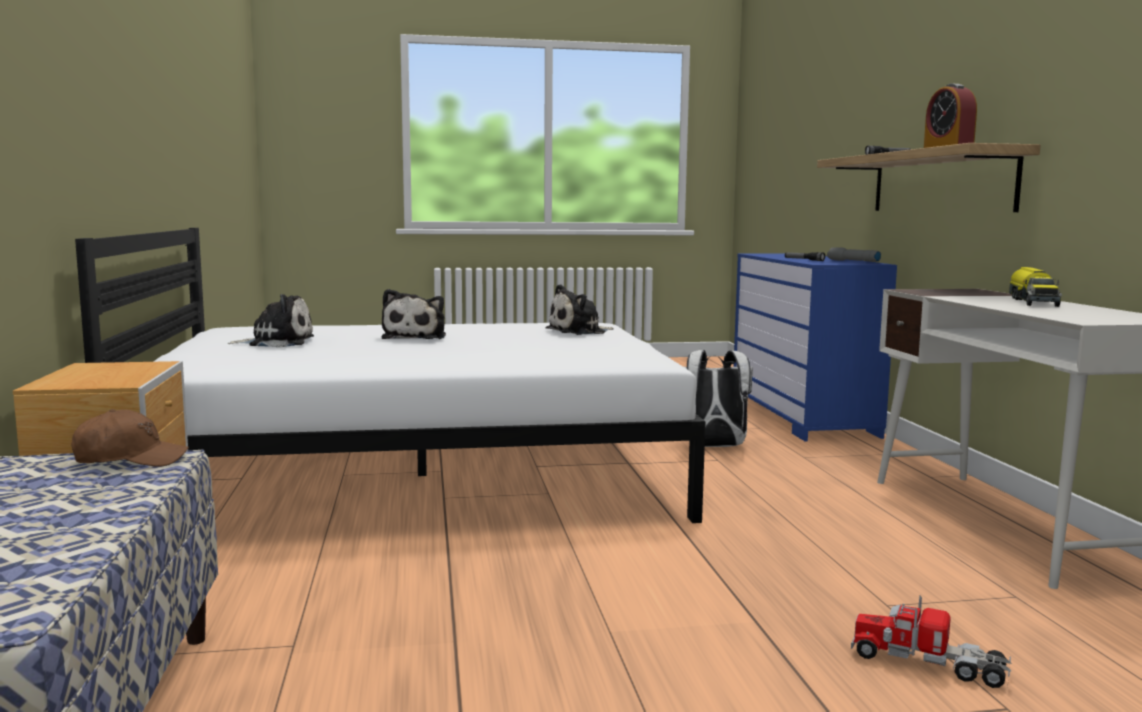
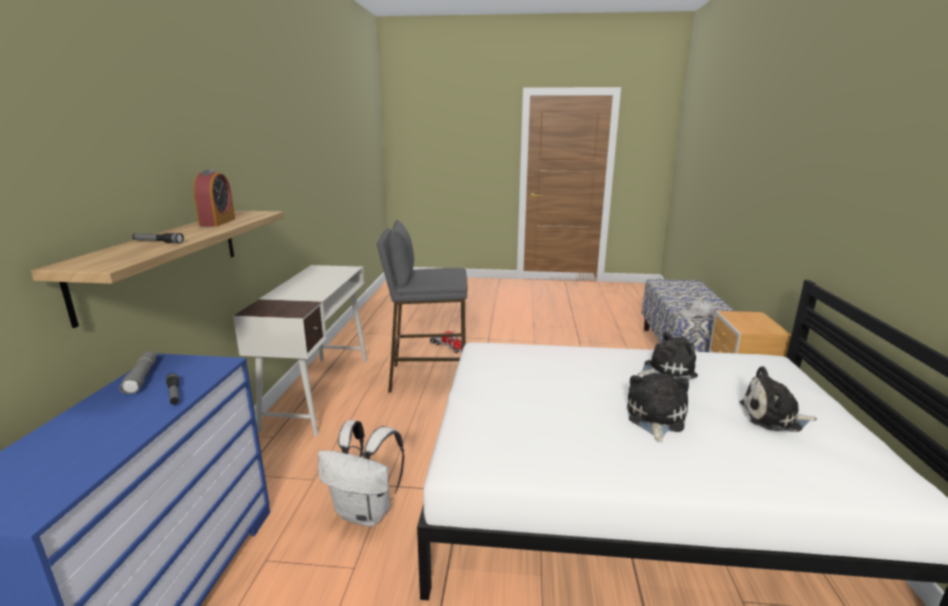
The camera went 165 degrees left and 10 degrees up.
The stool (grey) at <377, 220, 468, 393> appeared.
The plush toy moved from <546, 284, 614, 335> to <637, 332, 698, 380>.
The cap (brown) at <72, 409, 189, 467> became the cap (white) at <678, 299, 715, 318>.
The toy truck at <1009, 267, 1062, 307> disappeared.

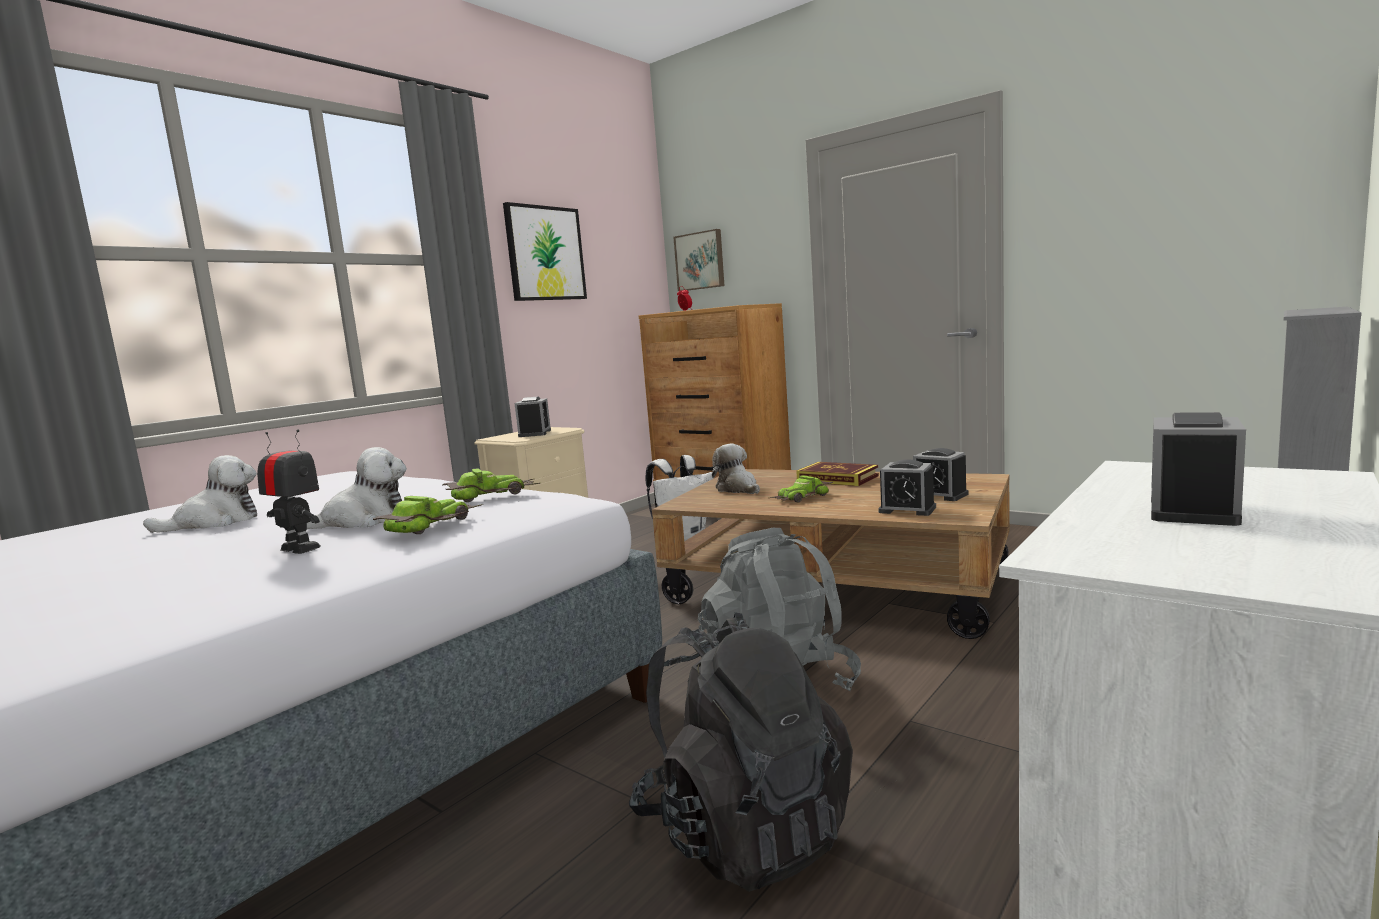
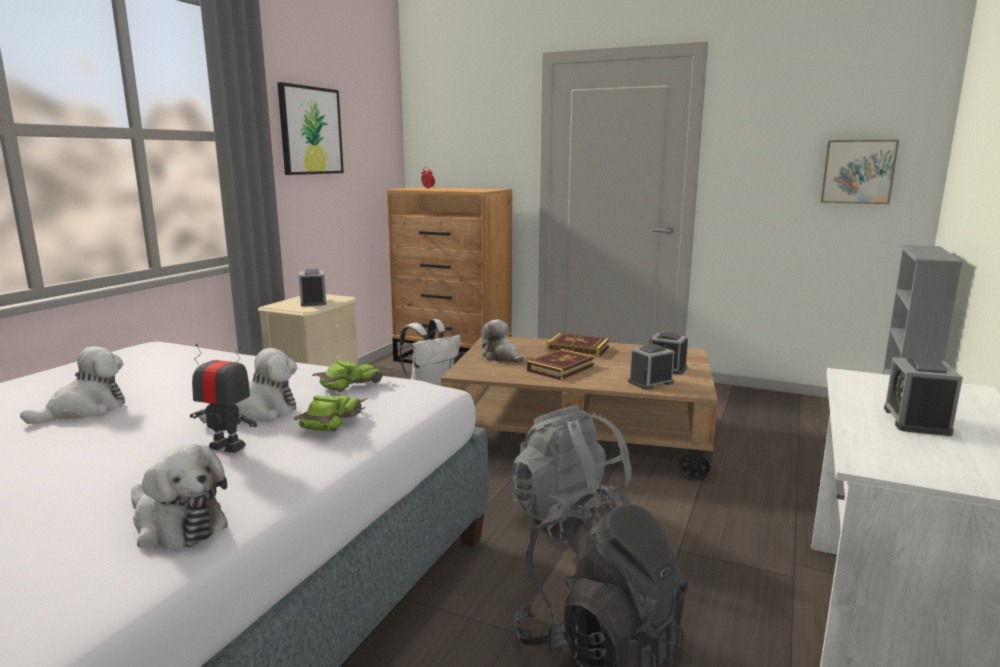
The camera went 15 degrees left and 5 degrees up.
The plush toy at <131, 444, 228, 550> appeared.
The toy car at <770, 475, 833, 503> was replaced by the book at <527, 349, 595, 380>.
The alarm clock at <878, 459, 936, 516> turned 135 degrees clockwise.
The picture moved from <673, 229, 724, 291> to <821, 140, 899, 204>.

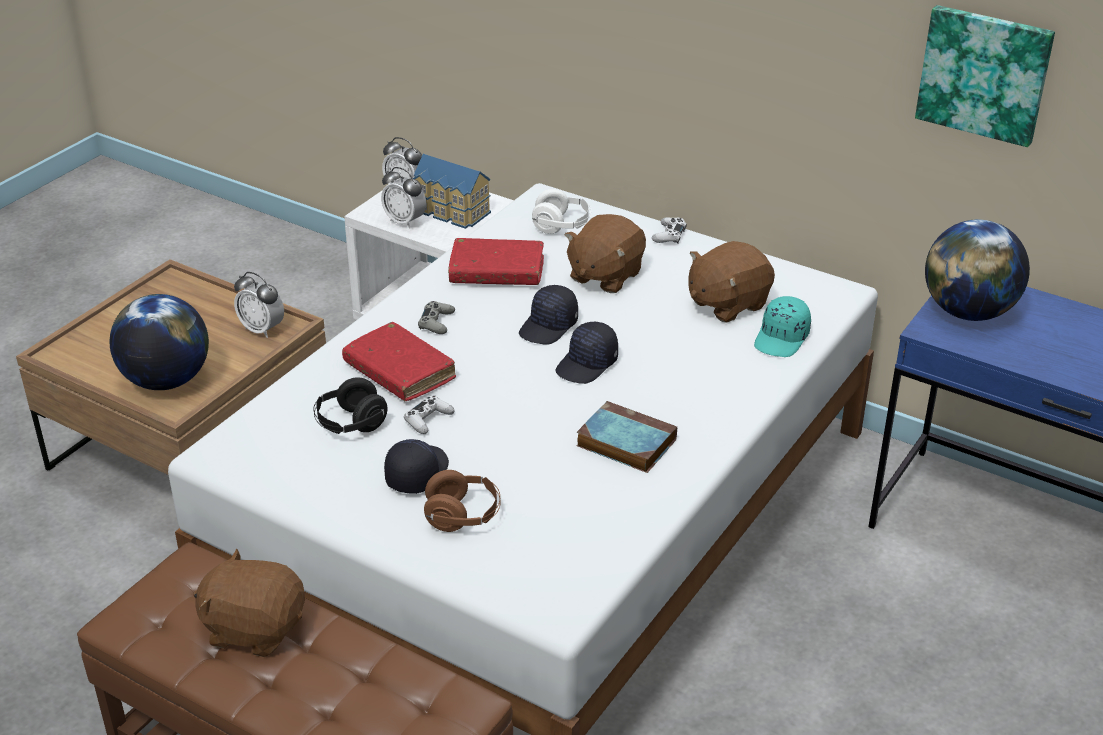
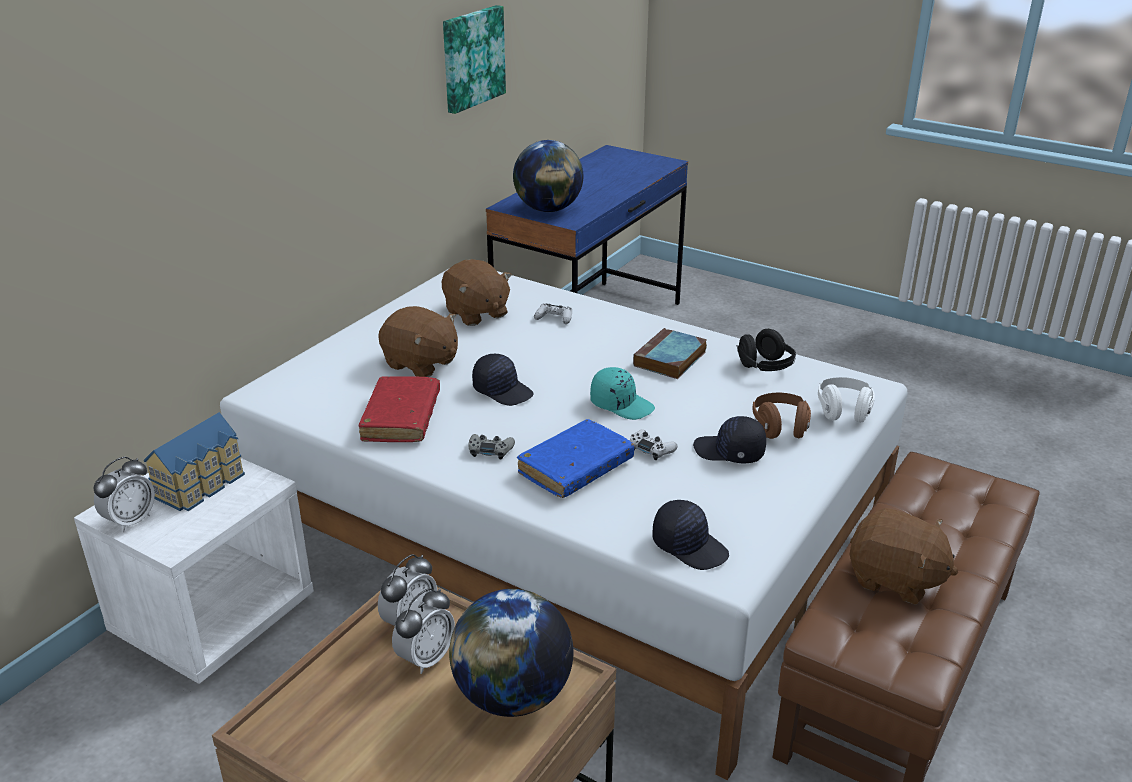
The camera went 90 degrees left and 5 degrees down.
The alarm clock moved from <381, 167, 426, 228> to <392, 588, 455, 674>.
The book (red) at <342, 322, 456, 401> became the book (blue) at <517, 419, 635, 498>.
The game controller (white) moved from <652, 217, 687, 244> to <534, 303, 572, 324>.
The cap (turquoise) moved from <754, 296, 811, 357> to <590, 367, 655, 420>.
The cap (black) moved from <555, 322, 618, 384> to <652, 500, 729, 570>.
The headphones (black) moved from <313, 377, 388, 434> to <736, 329, 796, 371>.
The headphones (white) moved from <532, 189, 591, 234> to <818, 377, 875, 423>.
The plush toy (brown) at <193, 549, 305, 657> turned 75 degrees counterclockwise.

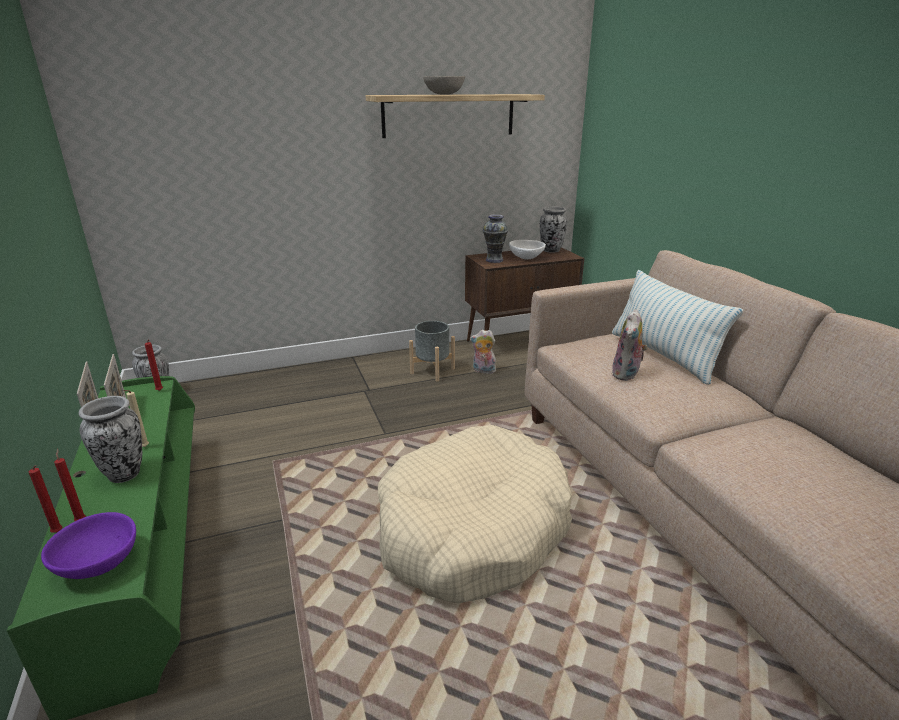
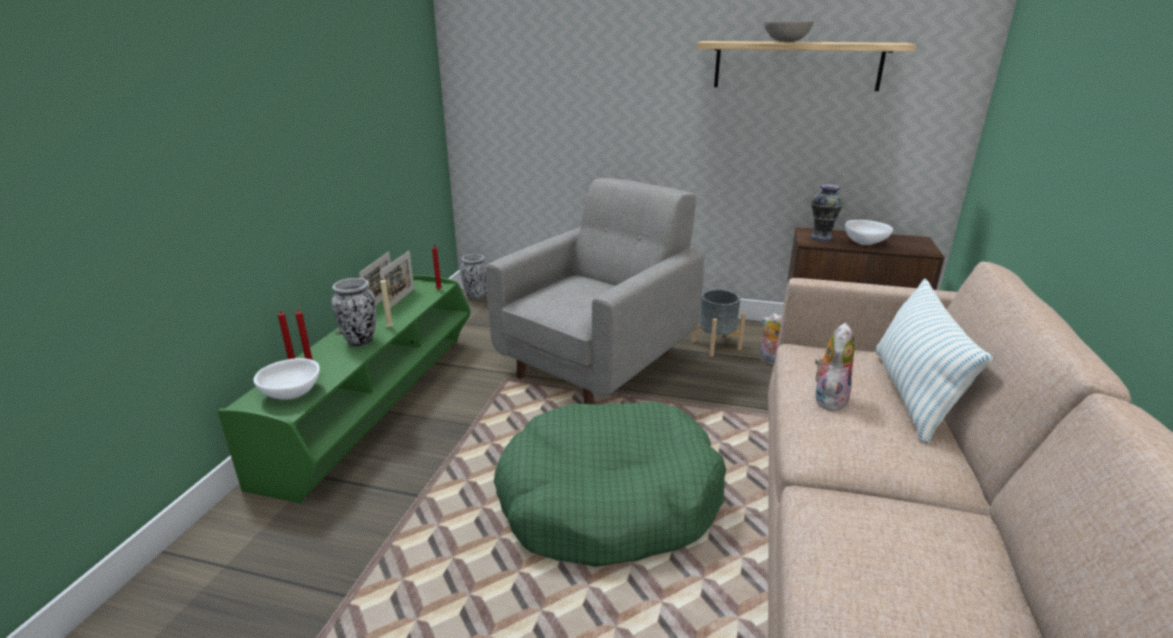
The camera went 35 degrees right and 0 degrees up.
The bowl (purple) at <41, 512, 136, 579> became the bowl (white) at <253, 358, 320, 400>.
The armchair (grey) at <486, 178, 704, 404> appeared.
The dog bed (beige) at <378, 425, 572, 603> became the dog bed (green) at <494, 402, 726, 567>.
The plush toy at <612, 309, 648, 381> turned 150 degrees clockwise.
The vase at <540, 206, 568, 253> disappeared.

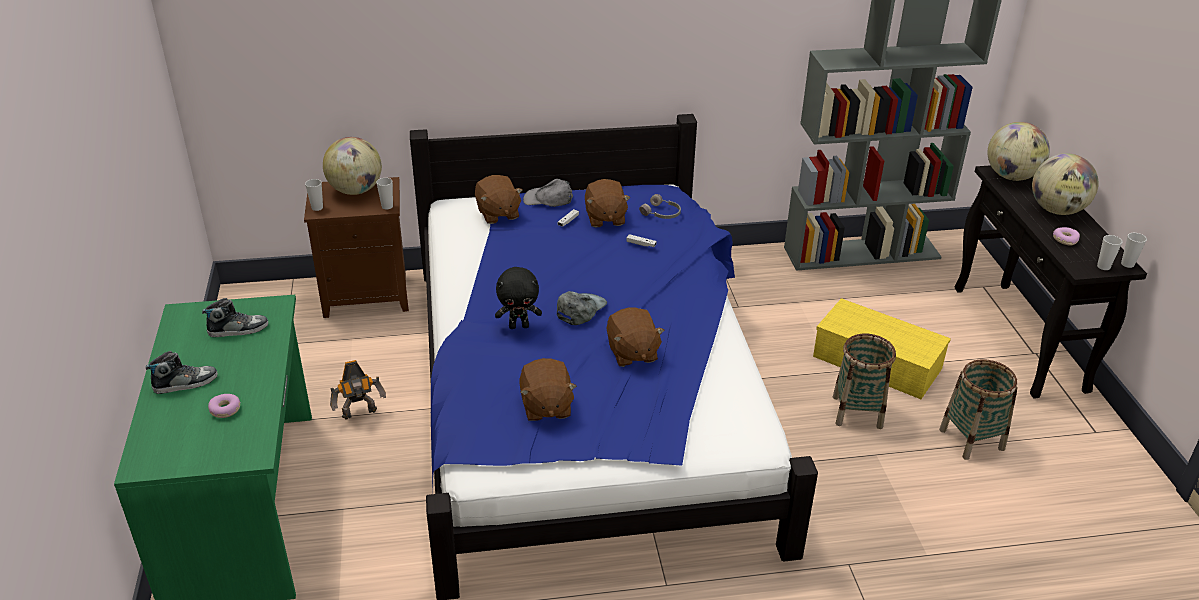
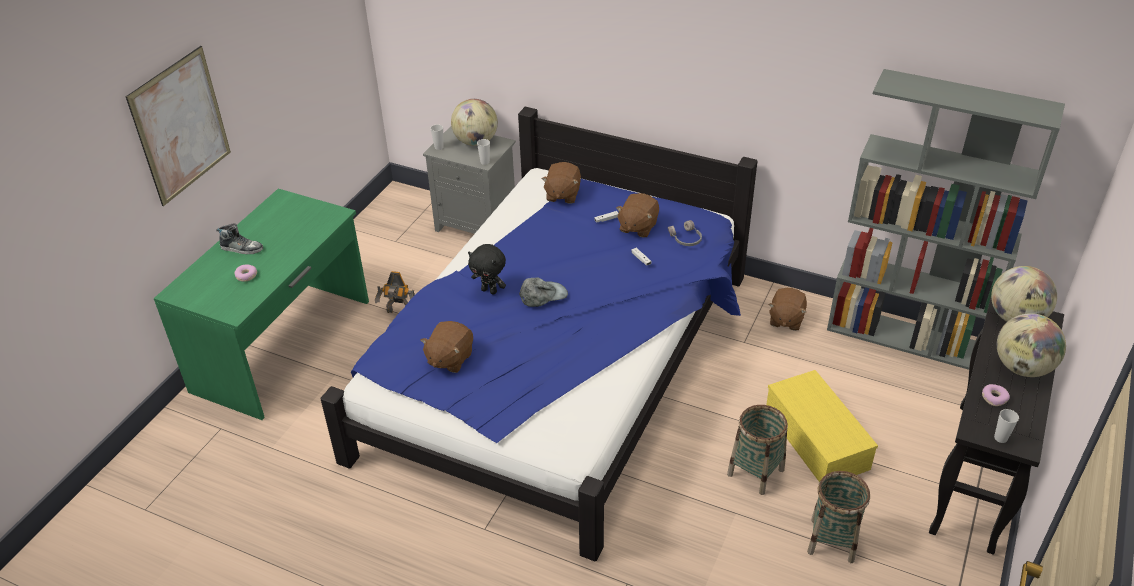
The camera went 35 degrees right and 5 degrees up.
The picture at <126, 46, 231, 206> appeared.
The nightstand (brown) at <304, 177, 409, 318> became the nightstand (grey) at <423, 126, 516, 234>.
The plush toy (brown) moved from <607, 307, 665, 367> to <769, 288, 807, 331>.
The shoe at <202, 298, 268, 337> disappeared.
The cap (grey) at <523, 179, 573, 207> disappeared.
The cup at <1121, 233, 1147, 268> disappeared.

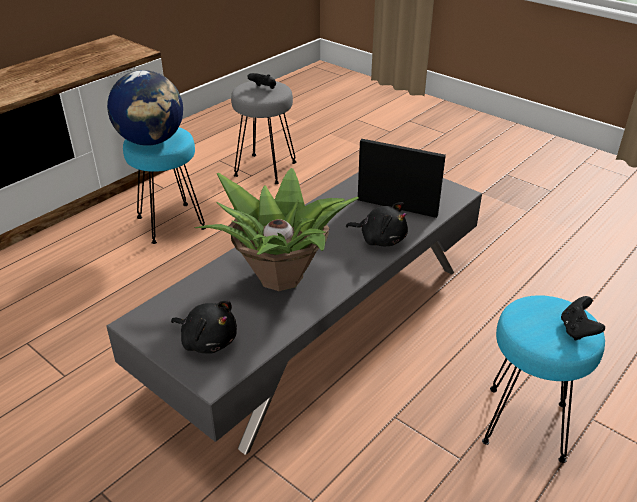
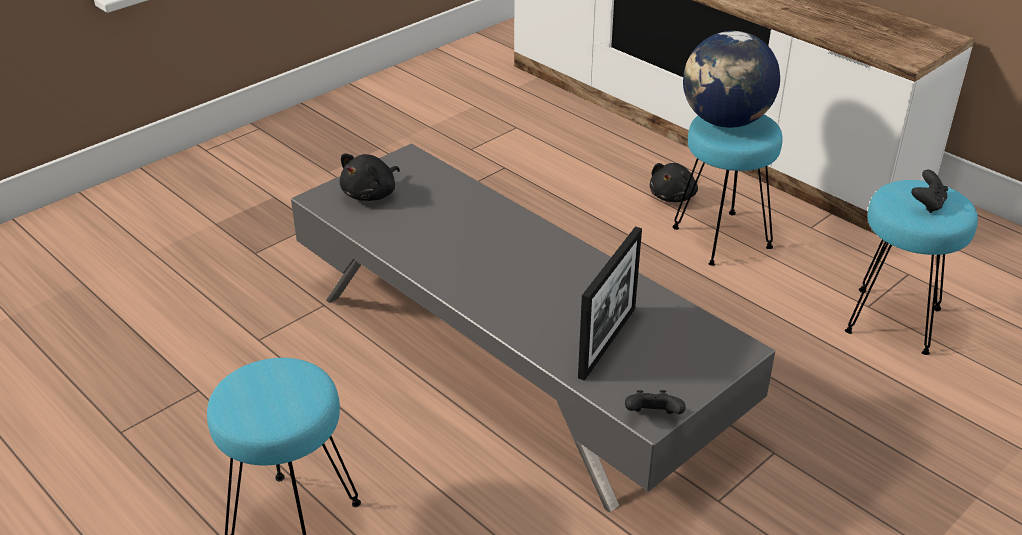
The camera went 95 degrees right and 0 degrees up.
The game controller (black) moved from <561, 296, 605, 341> to <625, 390, 686, 414>.
The plush toy (black) moved from <346, 202, 408, 246> to <649, 163, 698, 202>.
The stool (grey) at <231, 81, 296, 184> became the stool (turquoise) at <845, 180, 978, 355>.
The potted plant at <194, 168, 359, 291> disappeared.

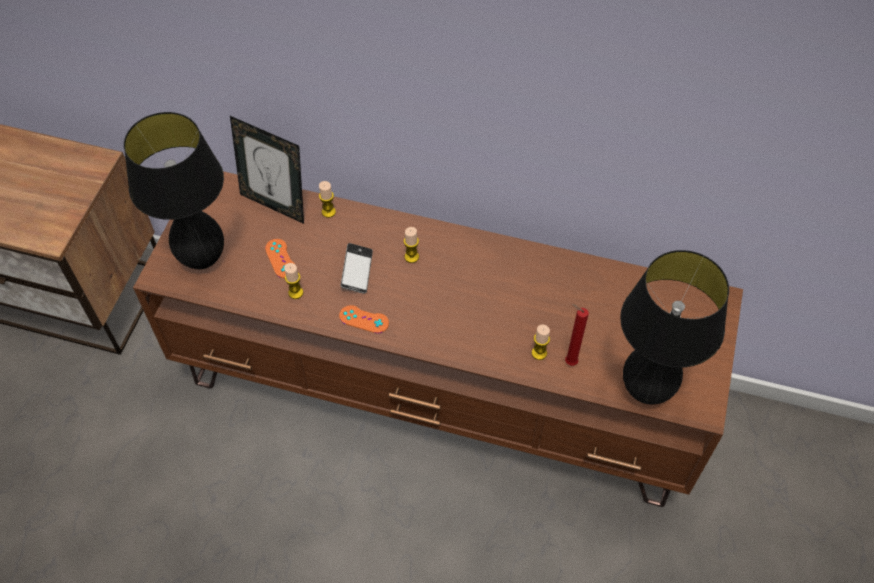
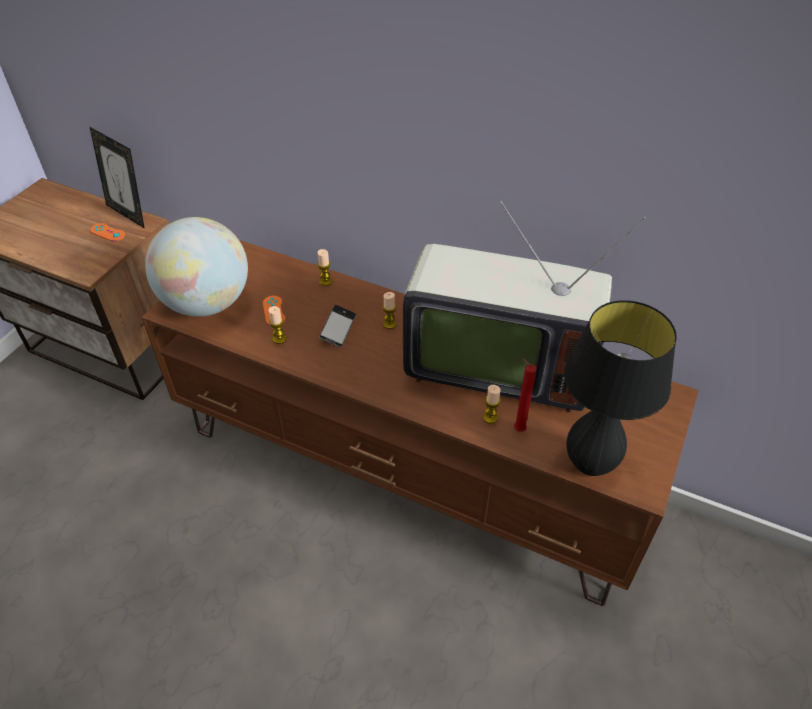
The camera went 10 degrees right and 10 degrees down.
The picture frame moved from <230, 116, 304, 224> to <90, 127, 145, 229>.
The game controller (orange) moved from <339, 305, 389, 333> to <90, 223, 125, 242>.
The table lamp (black) at <124, 112, 224, 269> was replaced by the globe at <145, 217, 248, 317>.
The television at <403, 200, 645, 413> appeared.

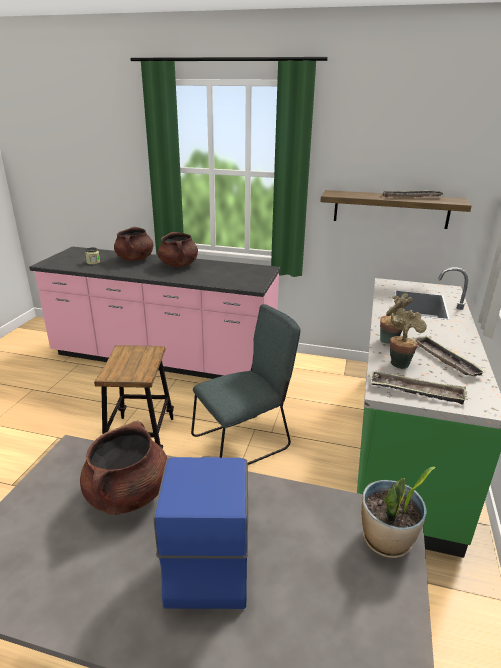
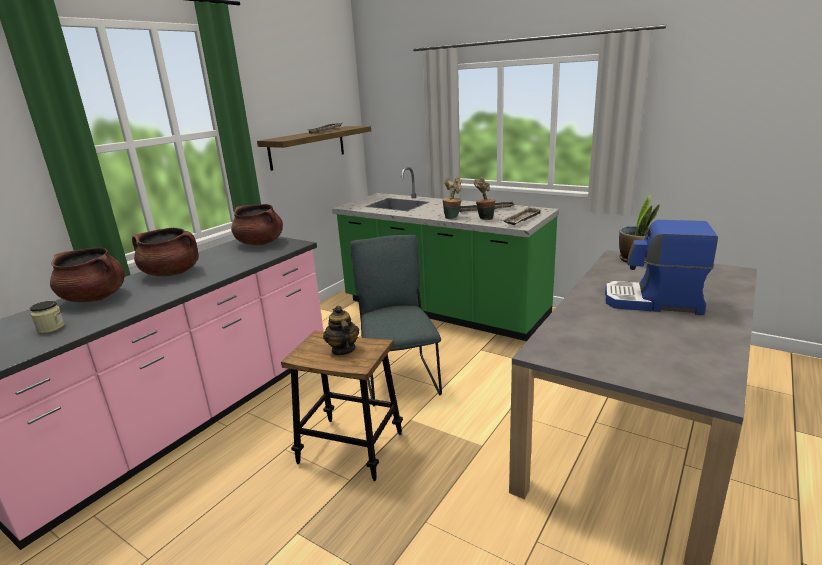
The camera went 70 degrees left and 5 degrees down.
The cooking pot (brown) moved from <80, 420, 167, 515> to <231, 204, 283, 245>.
The teapot at <323, 306, 359, 356> appeared.

